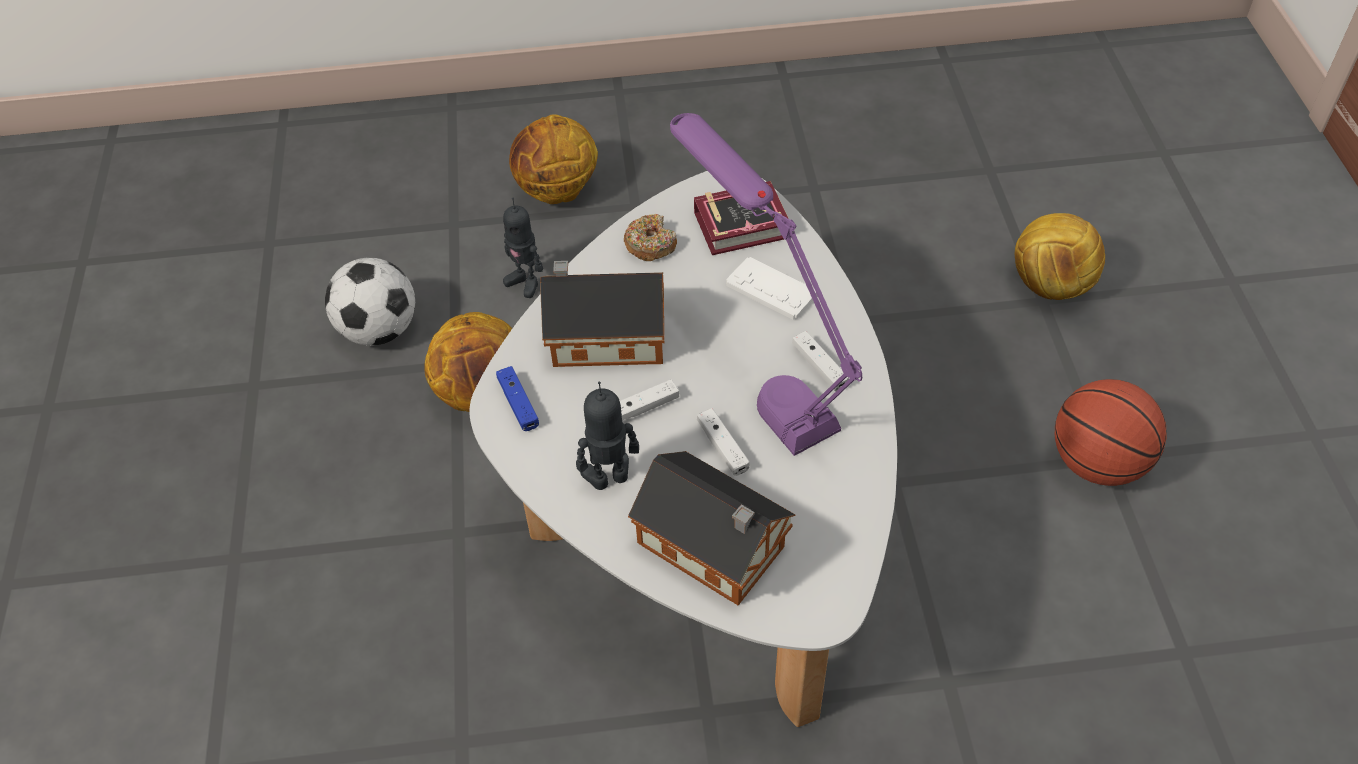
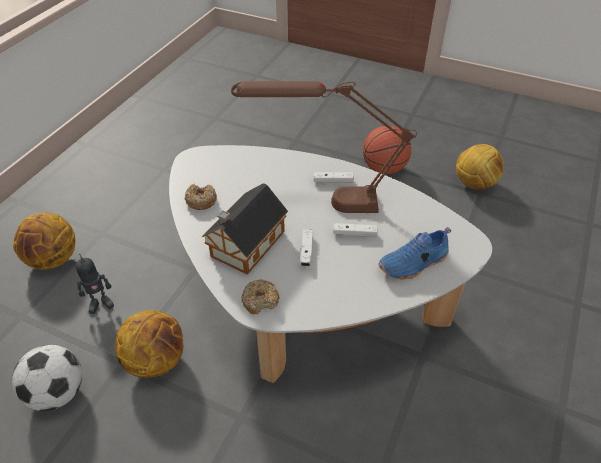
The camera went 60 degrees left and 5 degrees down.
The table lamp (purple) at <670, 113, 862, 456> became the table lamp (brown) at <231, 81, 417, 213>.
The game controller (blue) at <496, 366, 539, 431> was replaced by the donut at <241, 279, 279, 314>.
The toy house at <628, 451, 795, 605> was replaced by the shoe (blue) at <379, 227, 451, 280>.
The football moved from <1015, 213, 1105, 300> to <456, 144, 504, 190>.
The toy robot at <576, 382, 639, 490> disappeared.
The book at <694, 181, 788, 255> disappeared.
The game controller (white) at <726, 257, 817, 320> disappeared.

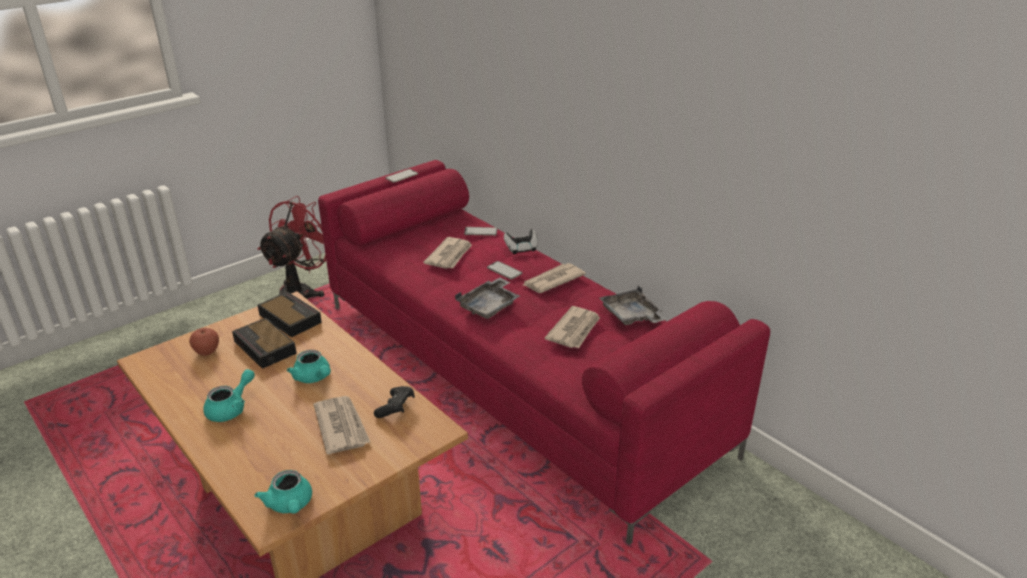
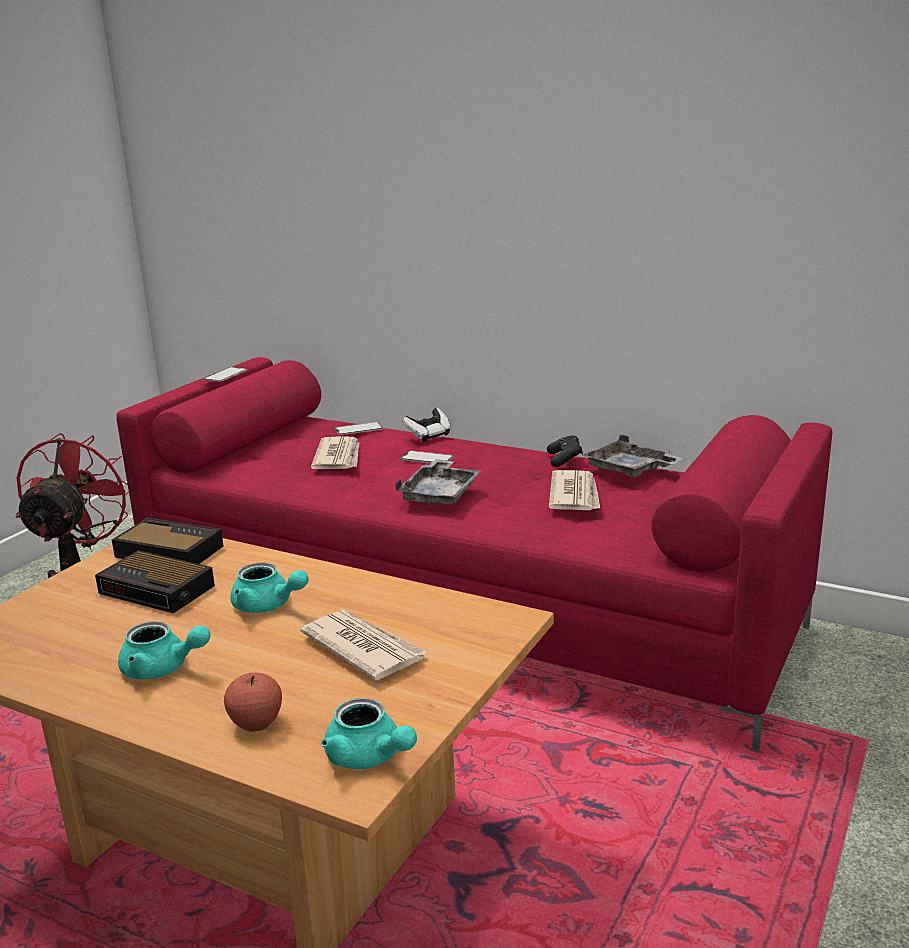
The camera went 20 degrees left and 10 degrees down.
The teapot (turquoise) at <203, 369, 255, 422> turned 90 degrees clockwise.
The apple moved from <189, 328, 219, 356> to <224, 672, 282, 732>.
The game controller (black) moved from <374, 386, 415, 418> to <547, 435, 583, 467>.
The newspaper at <523, 263, 586, 293> disappeared.

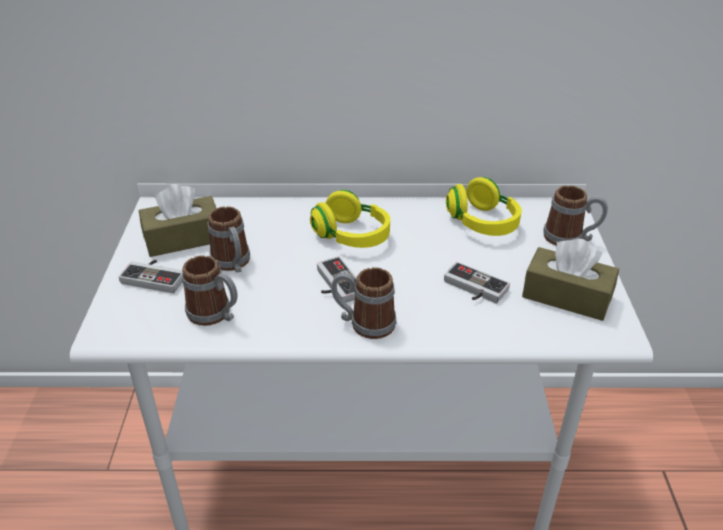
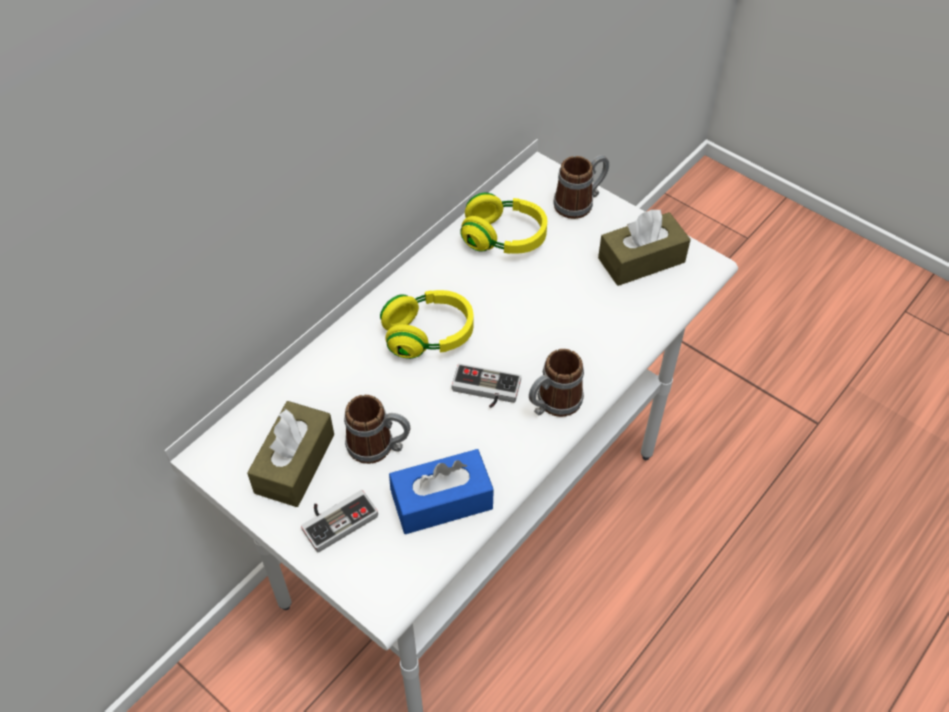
The camera went 50 degrees left and 15 degrees up.
The mug at <182, 255, 238, 326> was replaced by the tissue box (blue) at <389, 449, 494, 534>.
The game controller at <444, 262, 510, 304> disappeared.

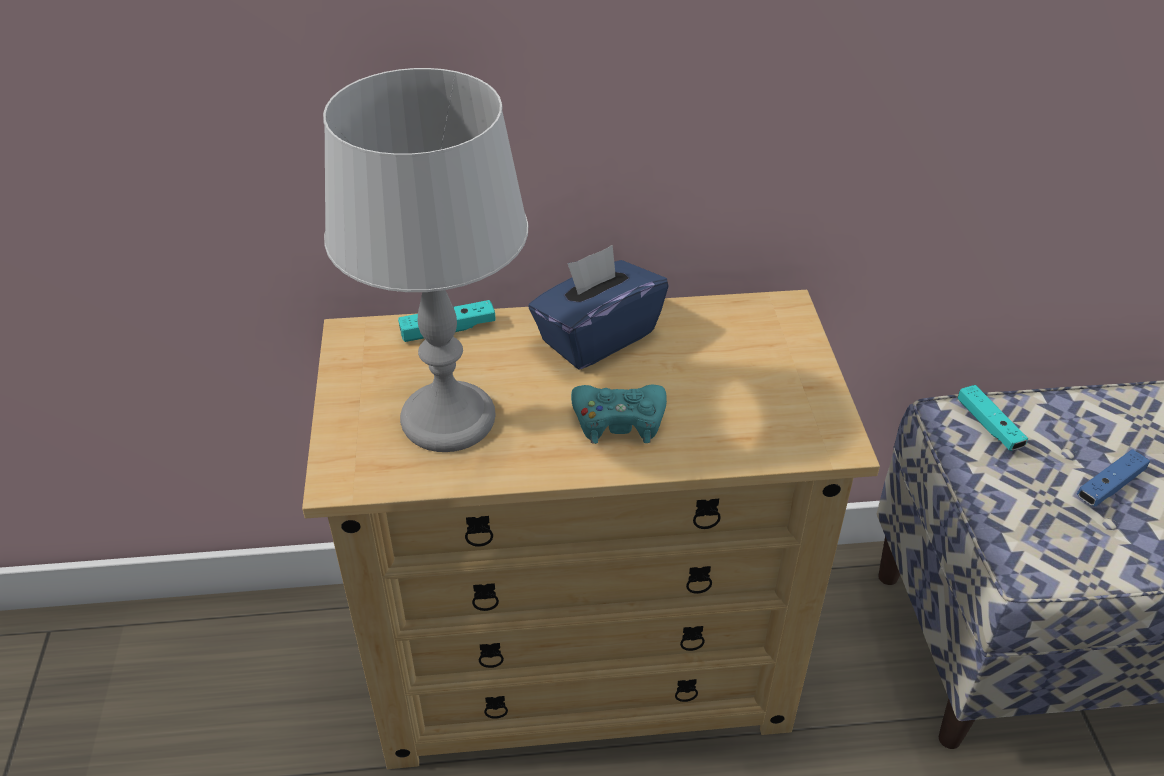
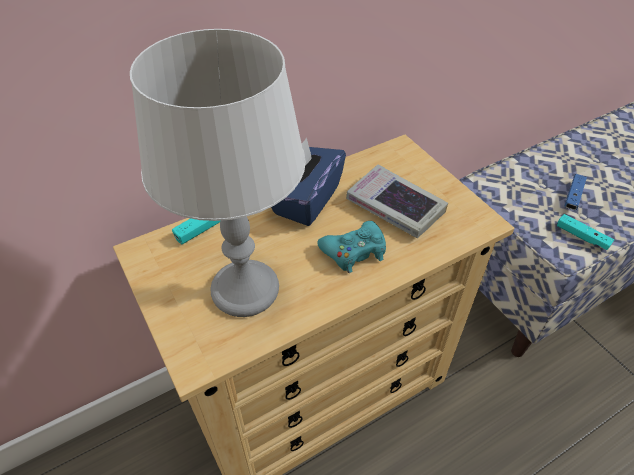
The camera went 25 degrees left and 5 degrees up.
The book at <346, 164, 448, 238> appeared.
The game controller (turquoise) moved from <958, 385, 1028, 451> to <557, 214, 614, 250>.

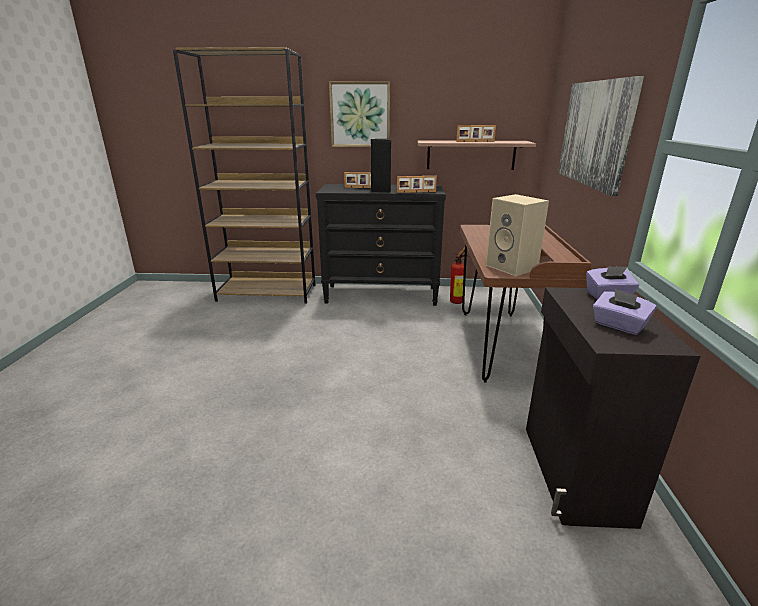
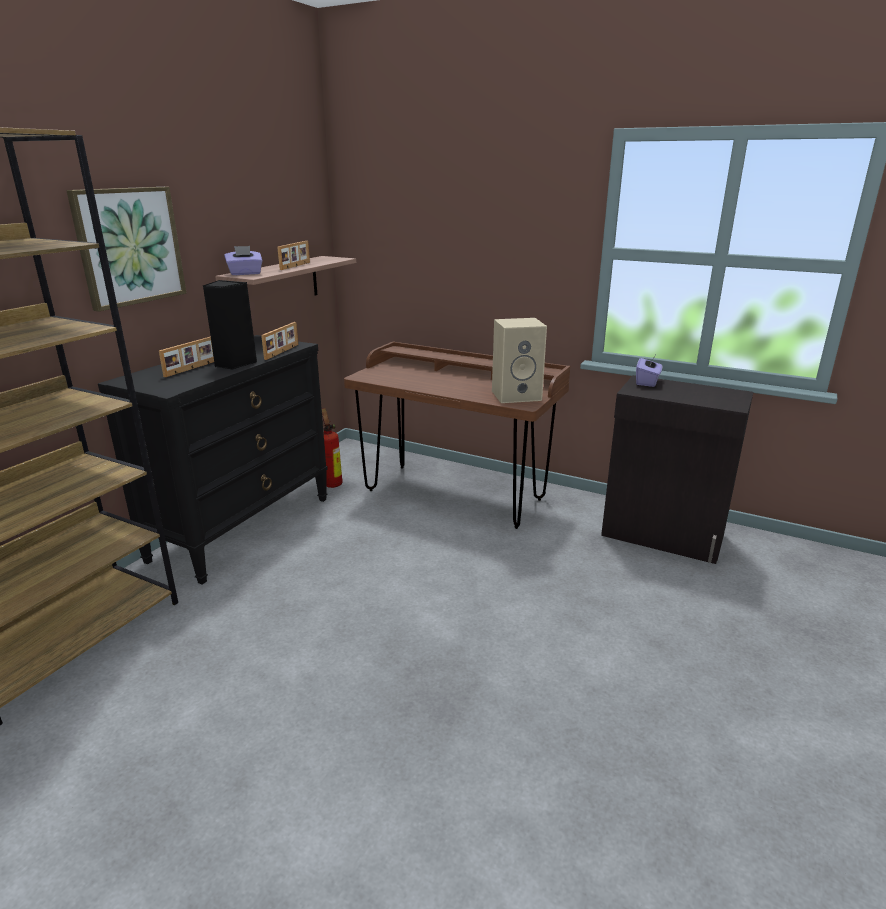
The camera went 65 degrees left and 0 degrees up.
The tissue box (purple) moved from <593, 289, 657, 335> to <224, 246, 263, 275>.
The picture at <558, 76, 644, 196> disappeared.

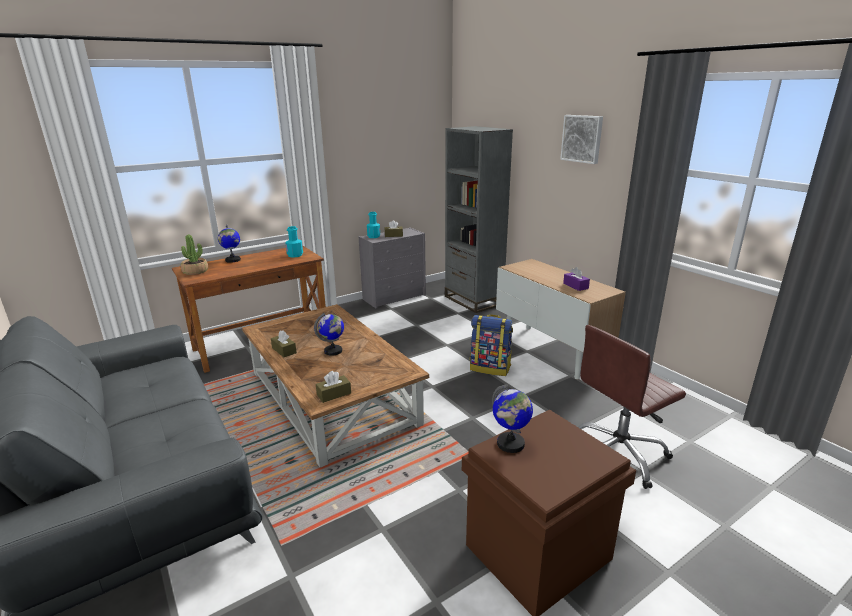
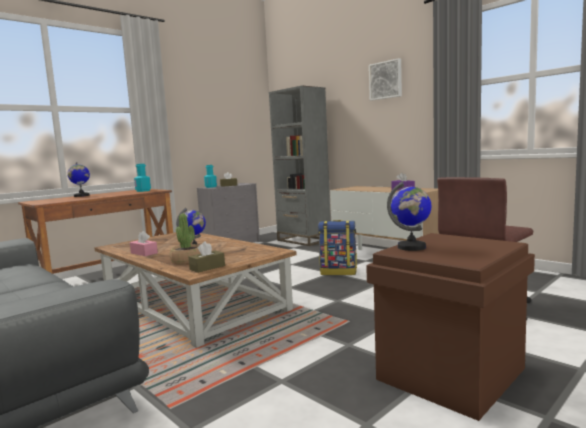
The camera went 10 degrees left and 15 degrees down.
The tissue box (brown) at <271, 330, 297, 357> became the tissue box (pink) at <130, 231, 158, 256>.
The potted plant moved from <181, 234, 208, 275> to <170, 214, 201, 264>.

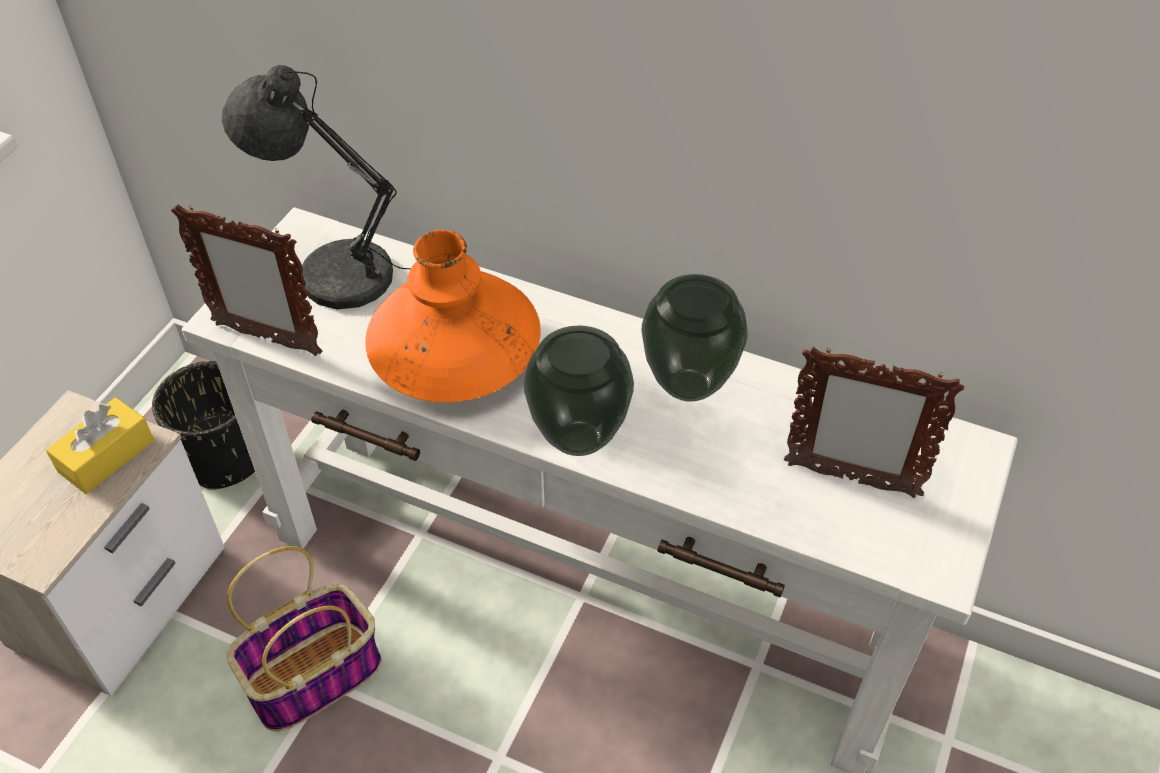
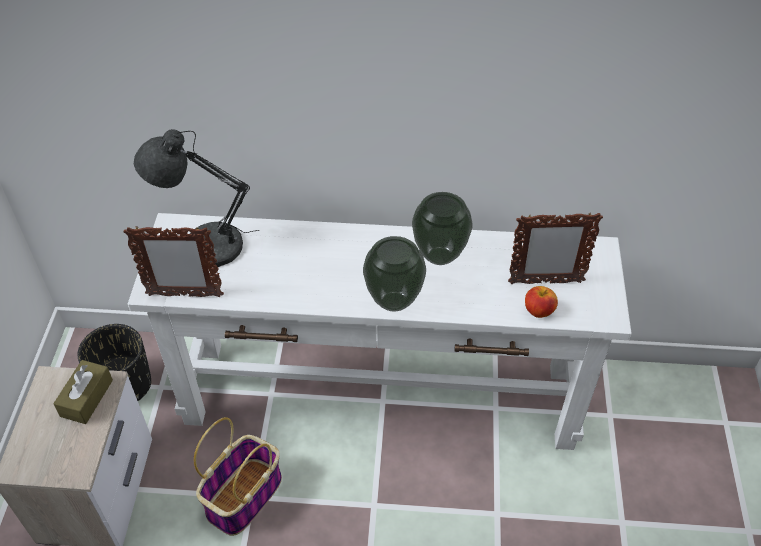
The camera went 20 degrees left and 0 degrees up.
The tissue box (yellow) at <46, 397, 154, 494> became the tissue box (brown) at <53, 360, 113, 424>.
The apple at <525, 286, 558, 318> appeared.
The vase (orange) at <365, 230, 541, 402> disappeared.

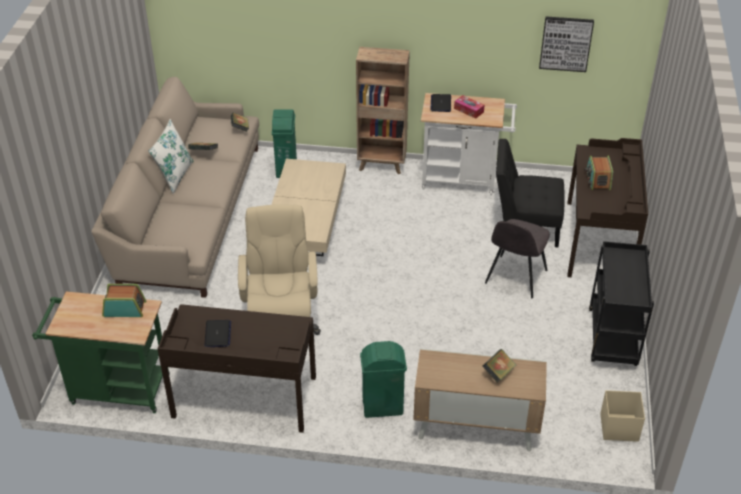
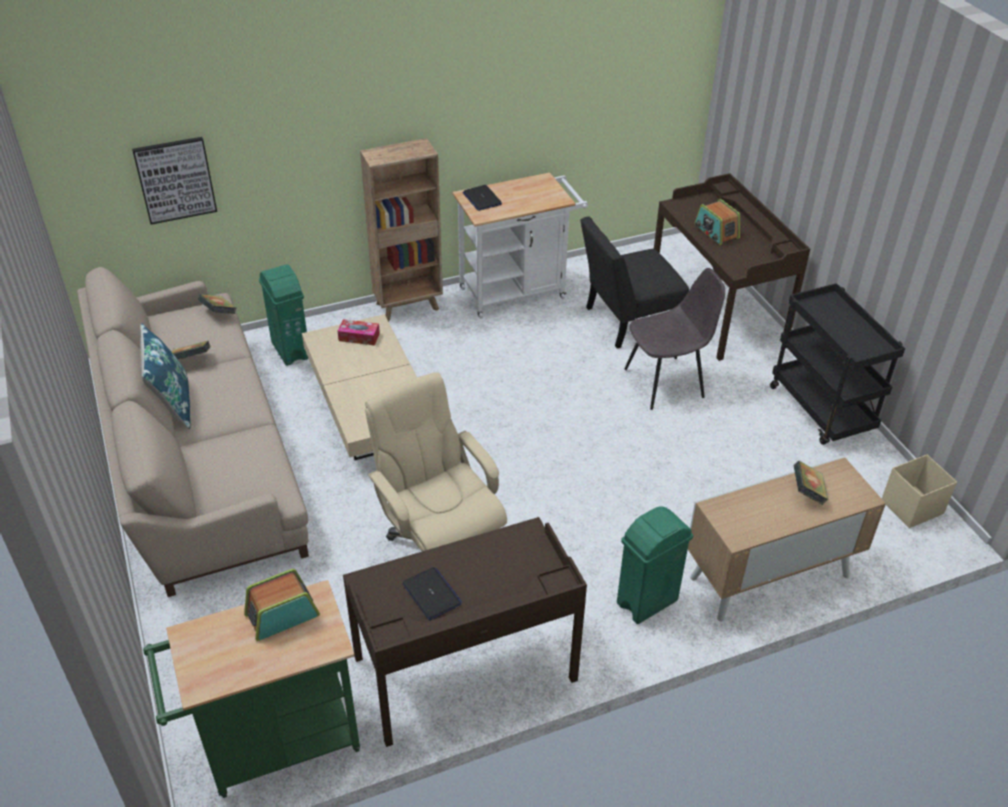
The camera went 30 degrees left and 0 degrees up.
The picture moved from <539, 16, 594, 72> to <132, 137, 217, 225>.
The pillow (white) at <148, 119, 194, 194> became the pillow (blue) at <140, 323, 190, 429>.
The tissue box moved from <454, 95, 485, 119> to <338, 319, 380, 346>.
The chair (grey) at <485, 219, 550, 298> turned 105 degrees counterclockwise.

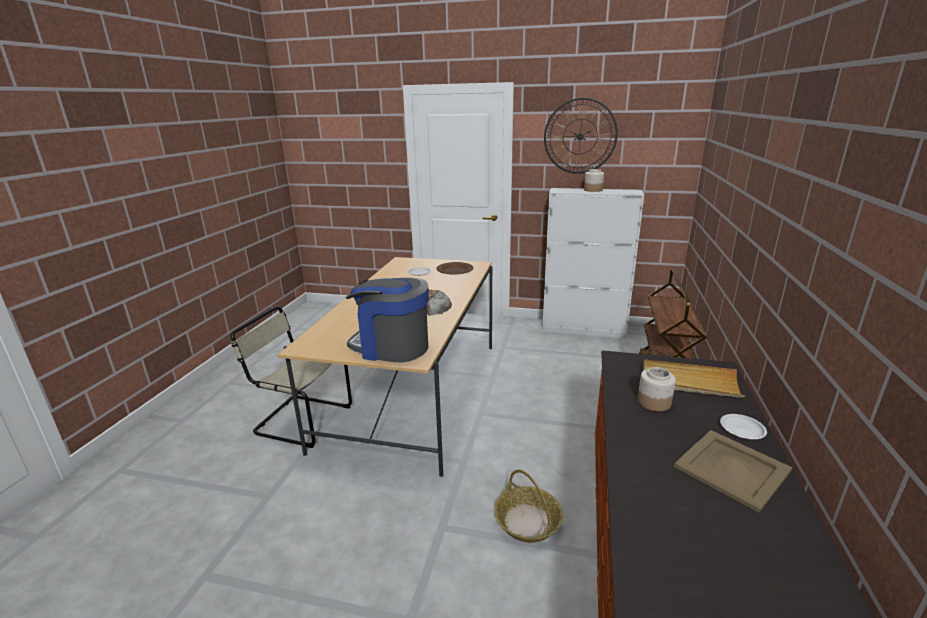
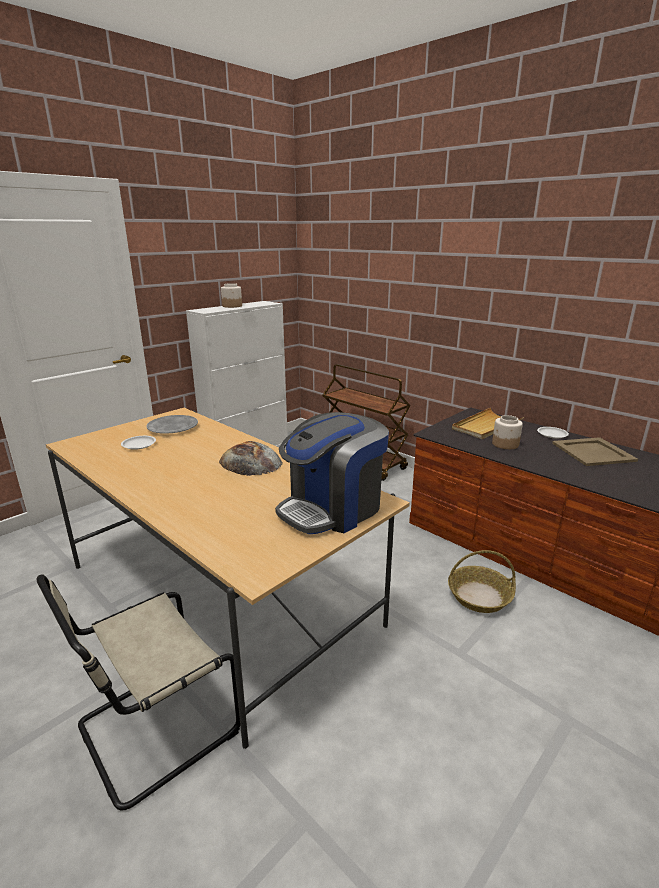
The camera went 60 degrees left and 0 degrees up.
The plate (brown) at <437, 262, 473, 275> became the plate (grey) at <147, 415, 198, 434>.
The wall clock at <544, 98, 618, 174> disappeared.

